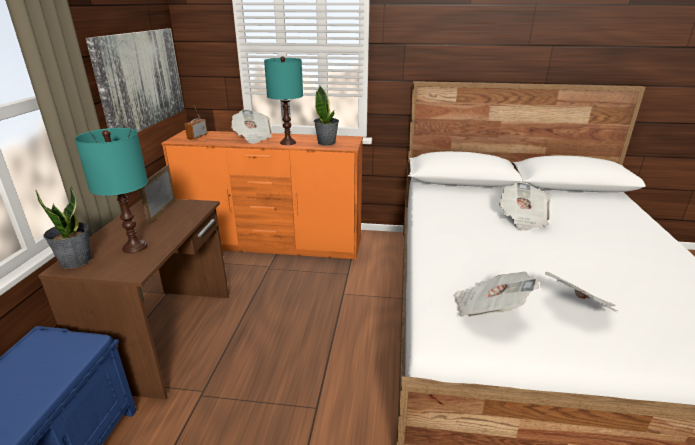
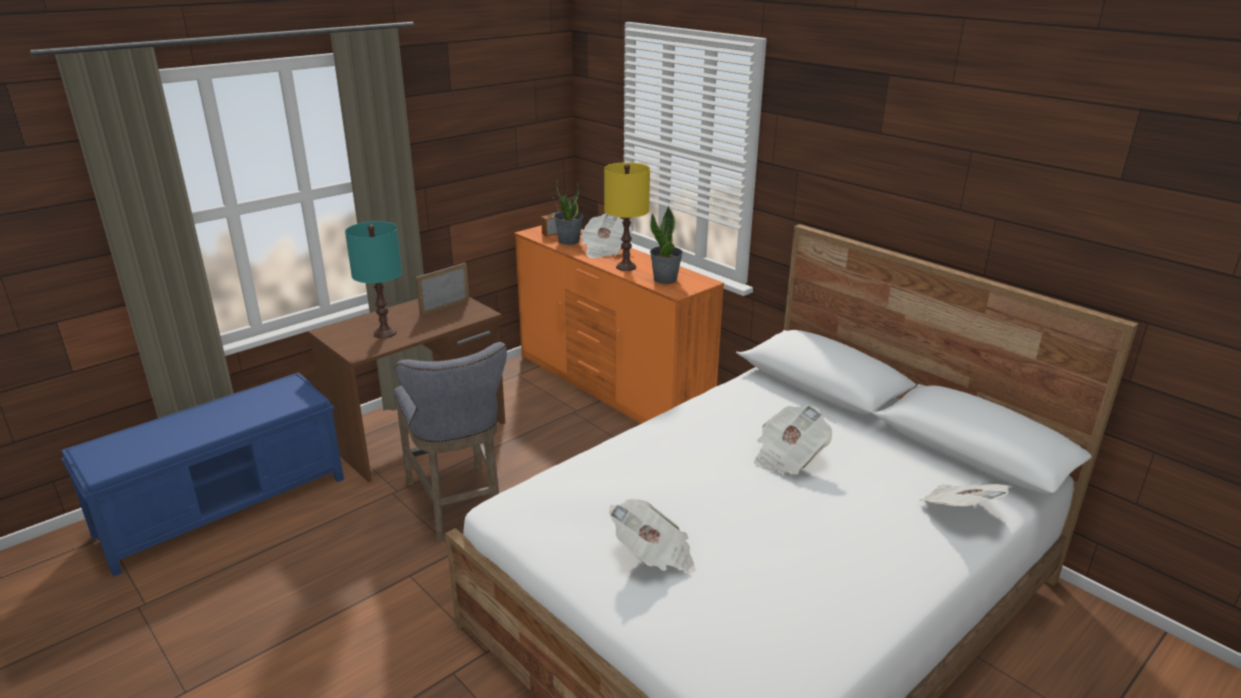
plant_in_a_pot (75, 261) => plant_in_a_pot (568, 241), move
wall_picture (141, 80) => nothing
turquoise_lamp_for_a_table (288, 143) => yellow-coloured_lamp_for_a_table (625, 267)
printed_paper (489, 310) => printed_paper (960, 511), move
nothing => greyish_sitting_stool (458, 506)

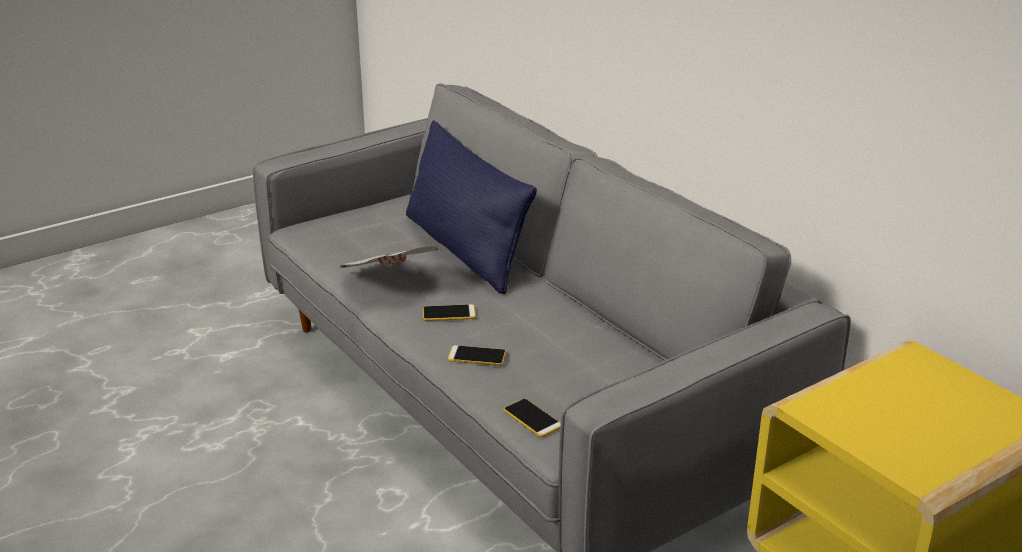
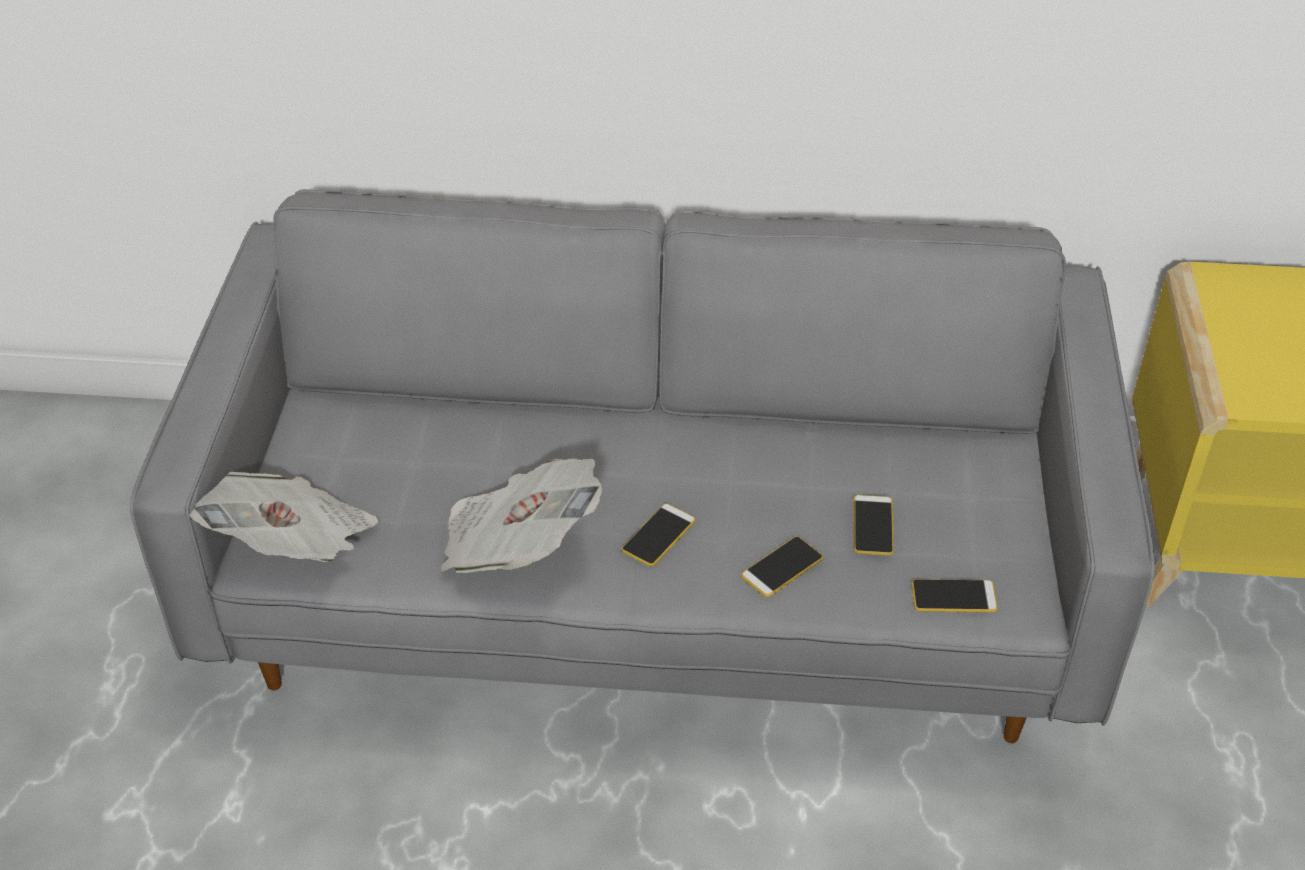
blue-coloured_cushion (464, 249) => nothing
nothing => printed_paper (292, 545)
nothing => phone (873, 526)

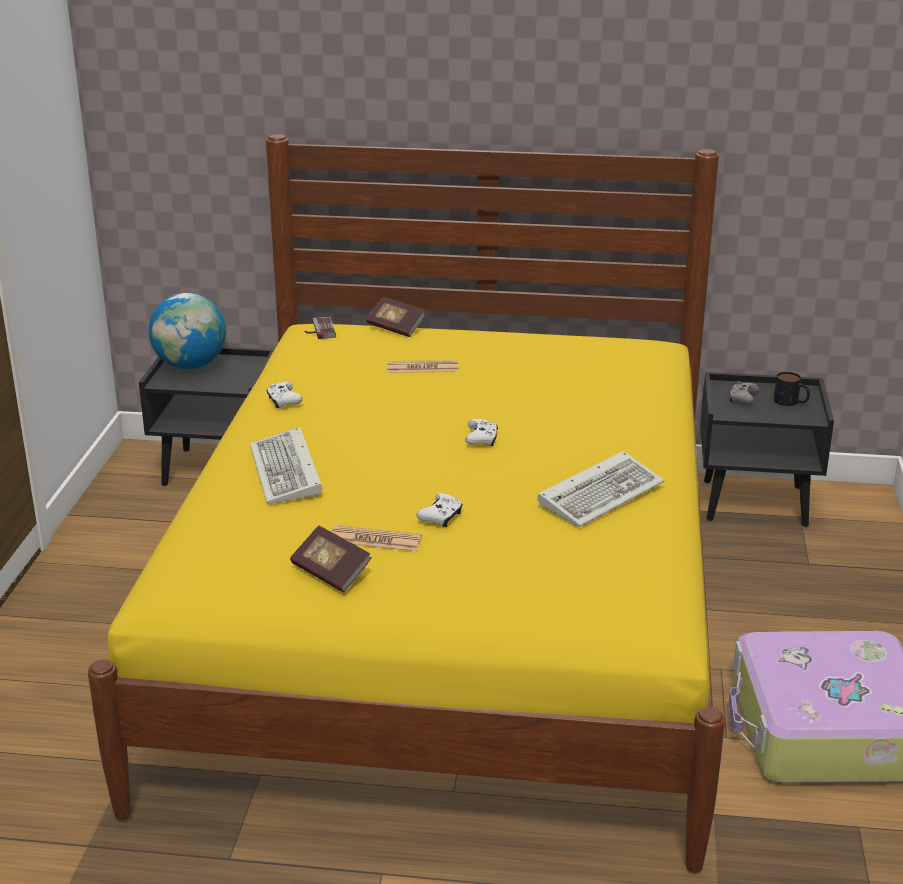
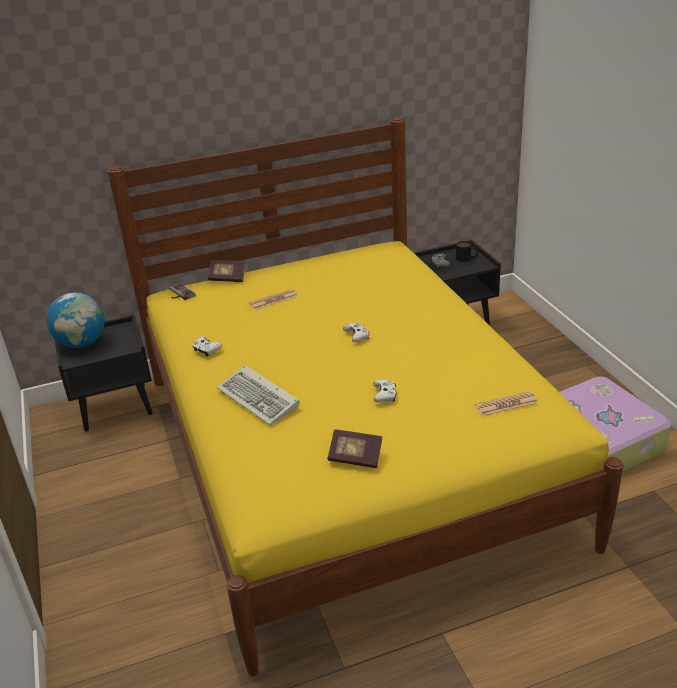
printed_paper (375, 540) => printed_paper (506, 404), move
keyboard (601, 493) => nothing

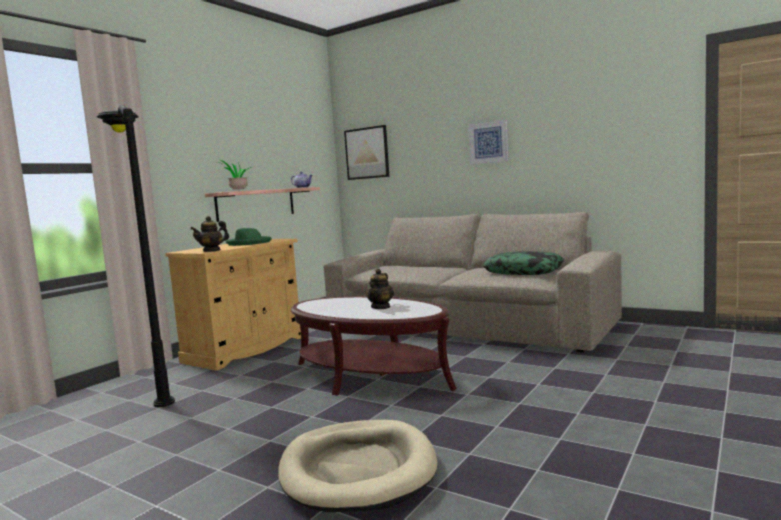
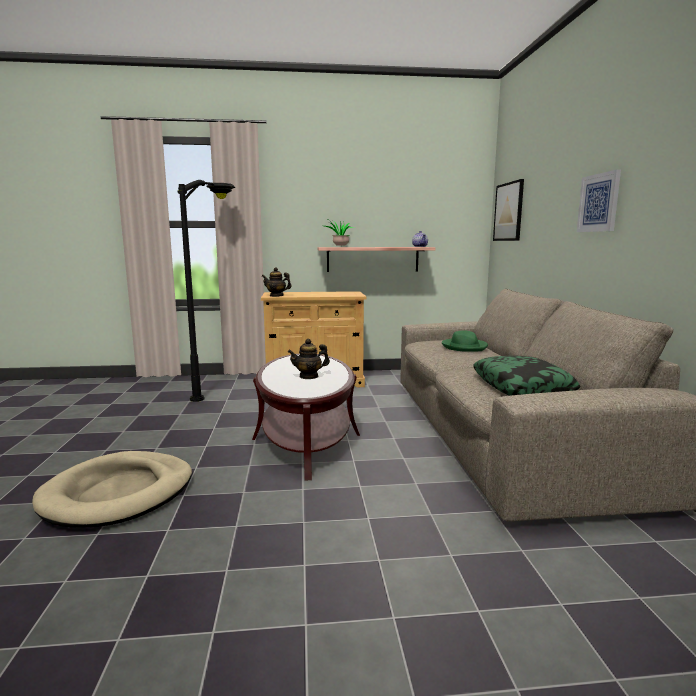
green-coloured_hat (248, 243) => green-coloured_hat (464, 347), move

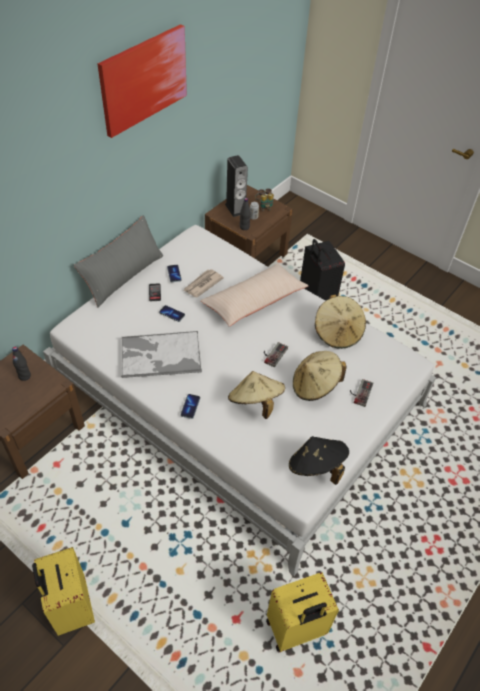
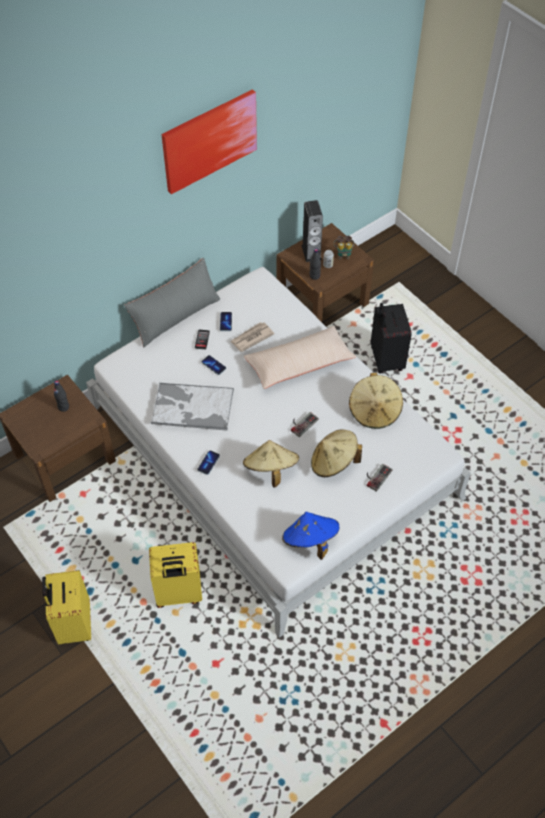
yellow-coloured_travel_case (295, 629) => yellow-coloured_travel_case (178, 594), move
black-coloured_hat (316, 467) => blue-coloured_hat (310, 541)

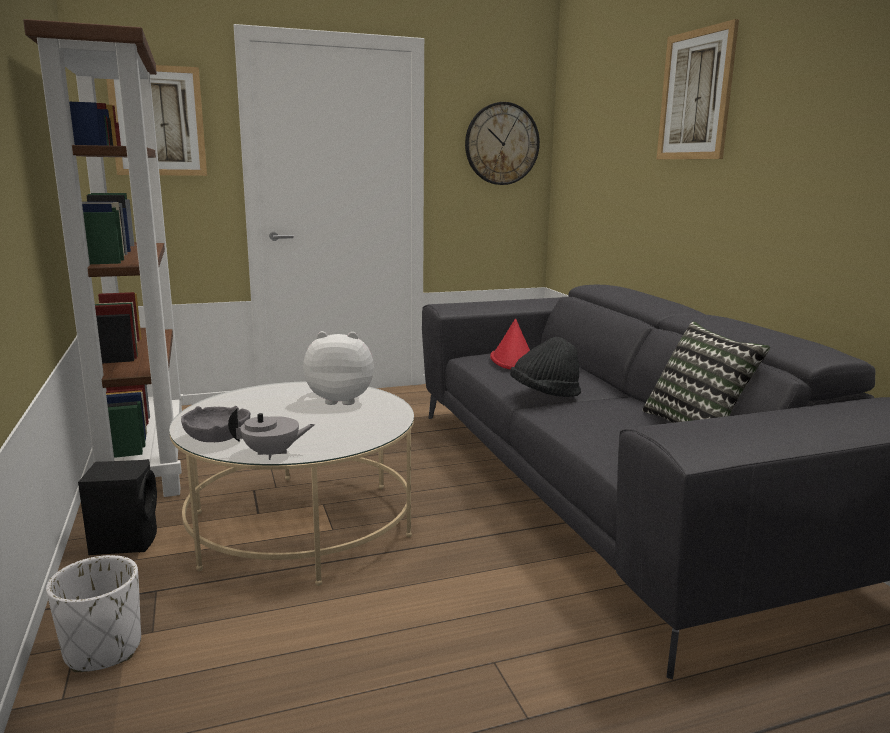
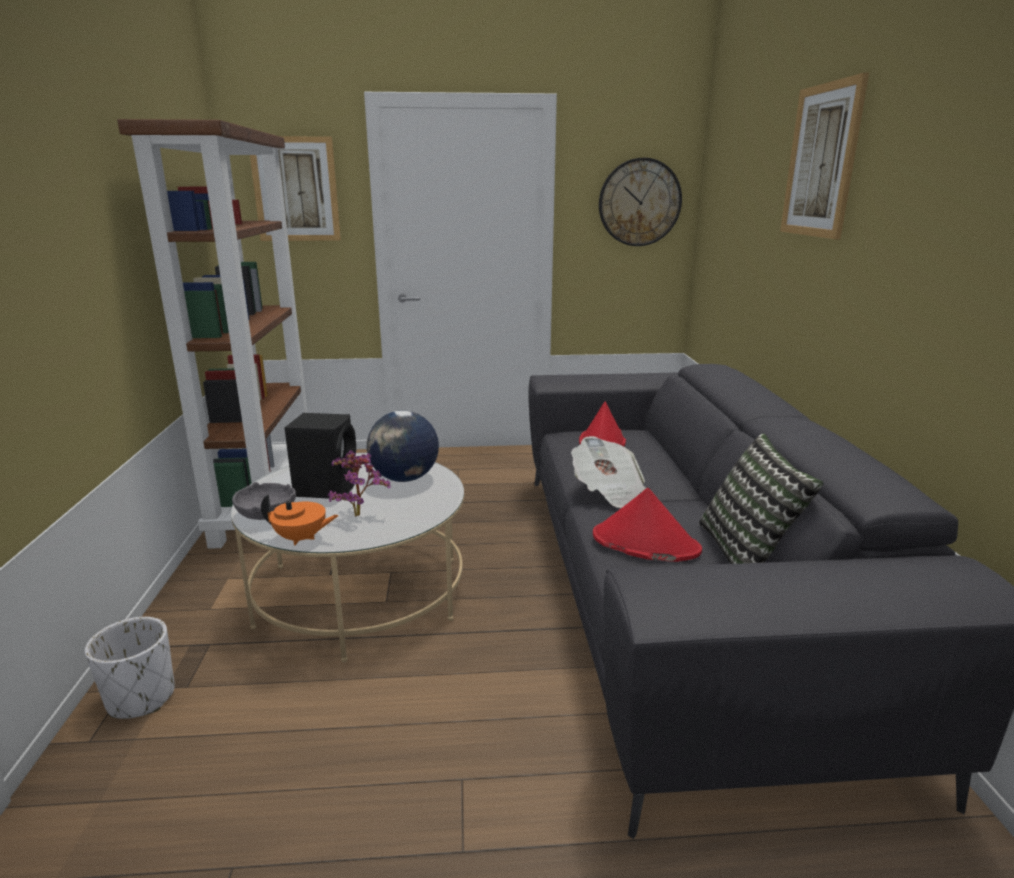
black-coloured_audio_speaker (125, 540) => black-coloured_audio_speaker (327, 488), move
greyish_teapot (272, 454) => orange-coloured_teapot (301, 538)
soft_toy (341, 400) => globe (404, 478)
black-coloured_hat (544, 394) => printed_paper (607, 490)
nothing => plant_in_a_pot (359, 513)
nothing => red-coloured_hat (645, 543)

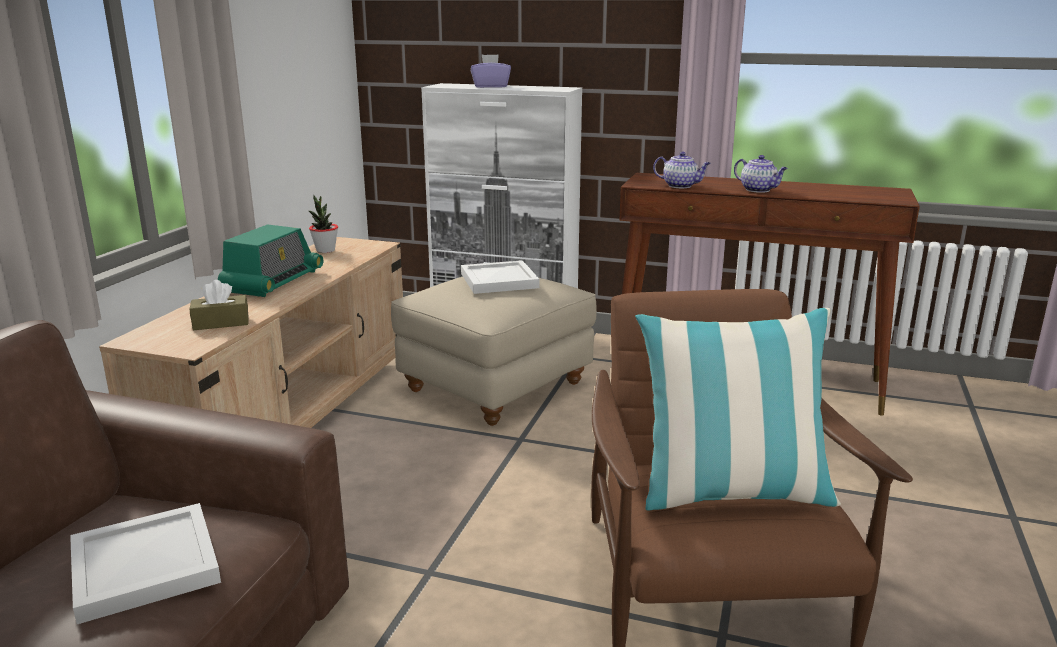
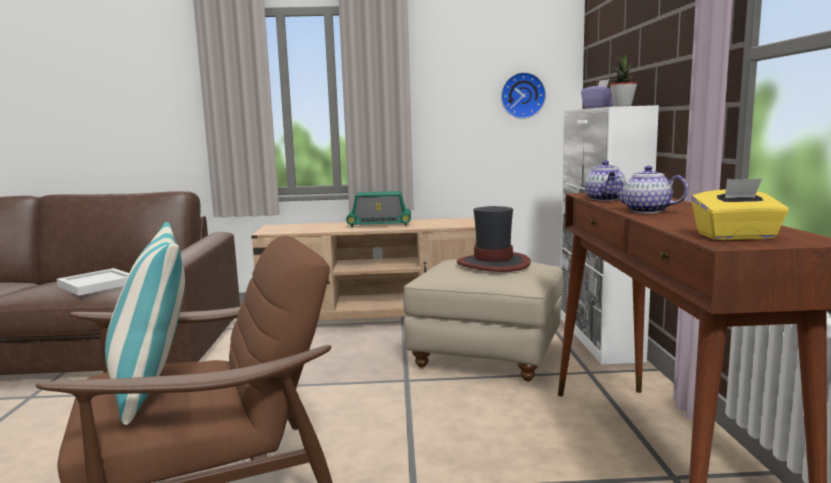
brownish_tissue_box (221, 323) => nothing
plant_in_a_pot (325, 250) => plant_in_a_pot (622, 106), move
white-coloured_tray (500, 281) => hat (493, 264)
teapot (759, 190) => teapot (645, 211), 105 degrees clockwise
nothing => clock_on_the_wall (522, 95)
nothing => yellow-coloured_tissue_box (736, 236)

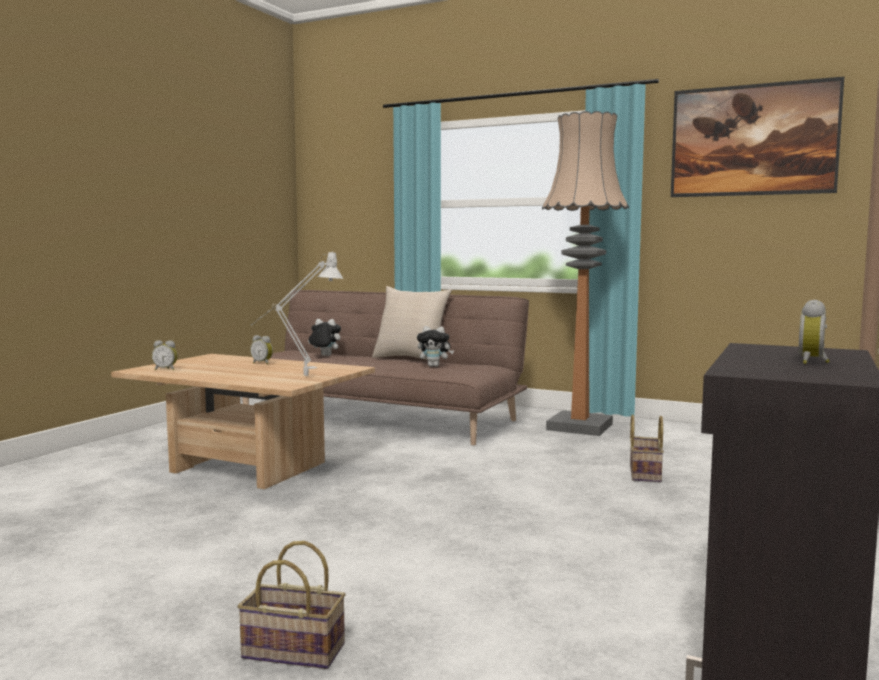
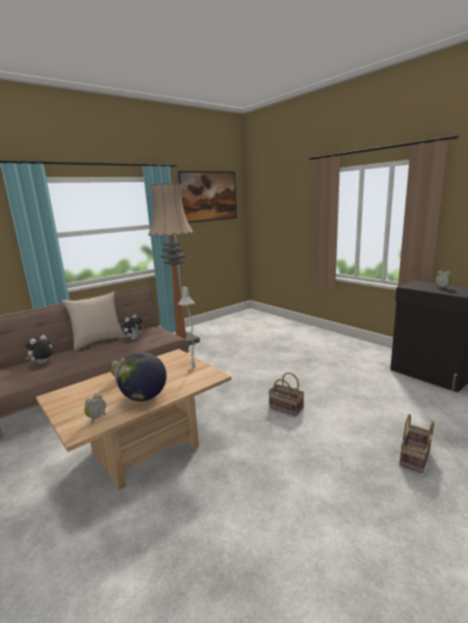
household_basket (643, 473) => household_basket (285, 407), move
nothing => globe (144, 397)

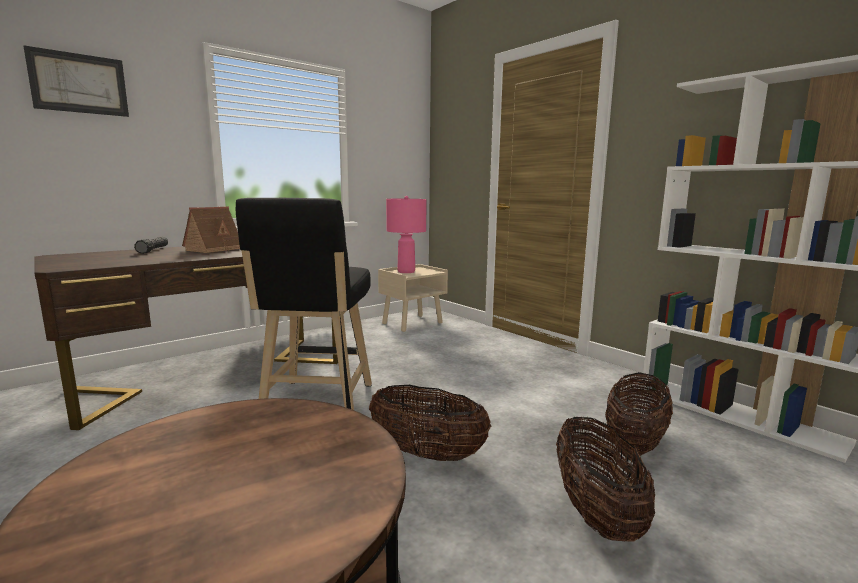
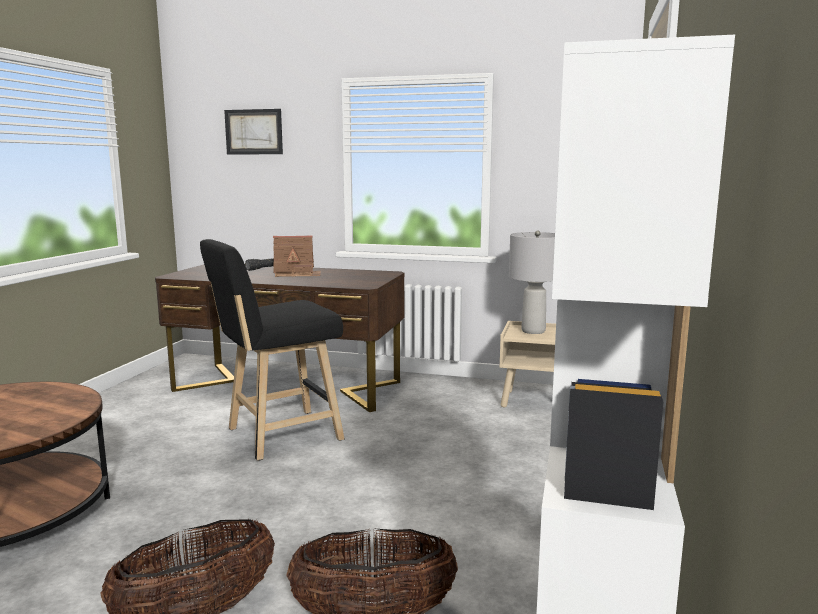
household_basket (427, 454) => nothing
pink-coloured_lamp_for_a_table (406, 271) => greyish_lamp_for_a_table (533, 331)

